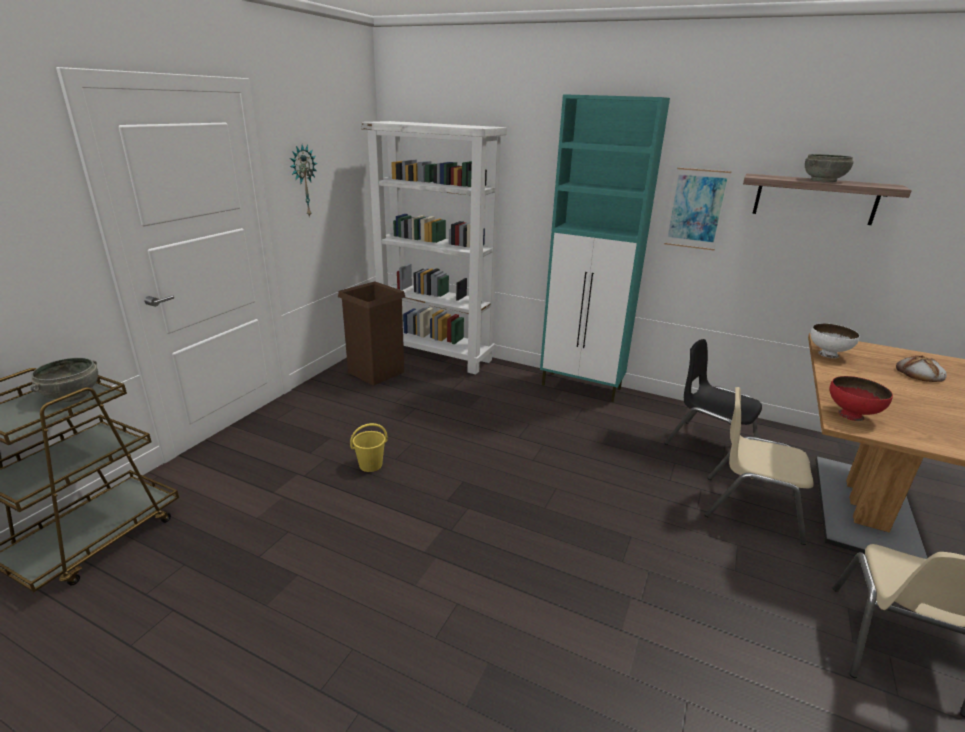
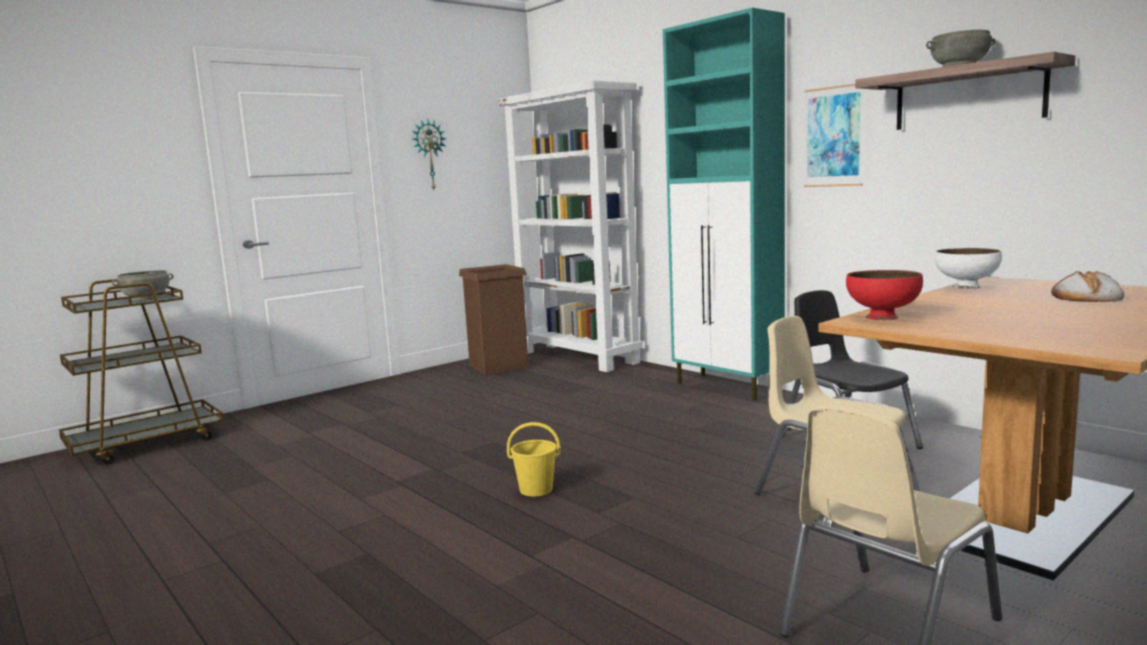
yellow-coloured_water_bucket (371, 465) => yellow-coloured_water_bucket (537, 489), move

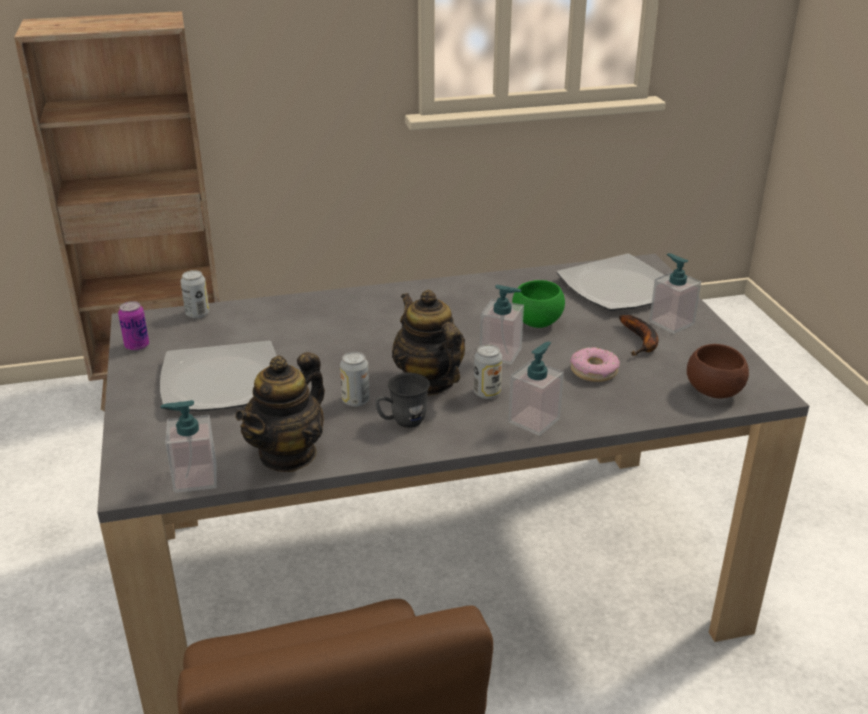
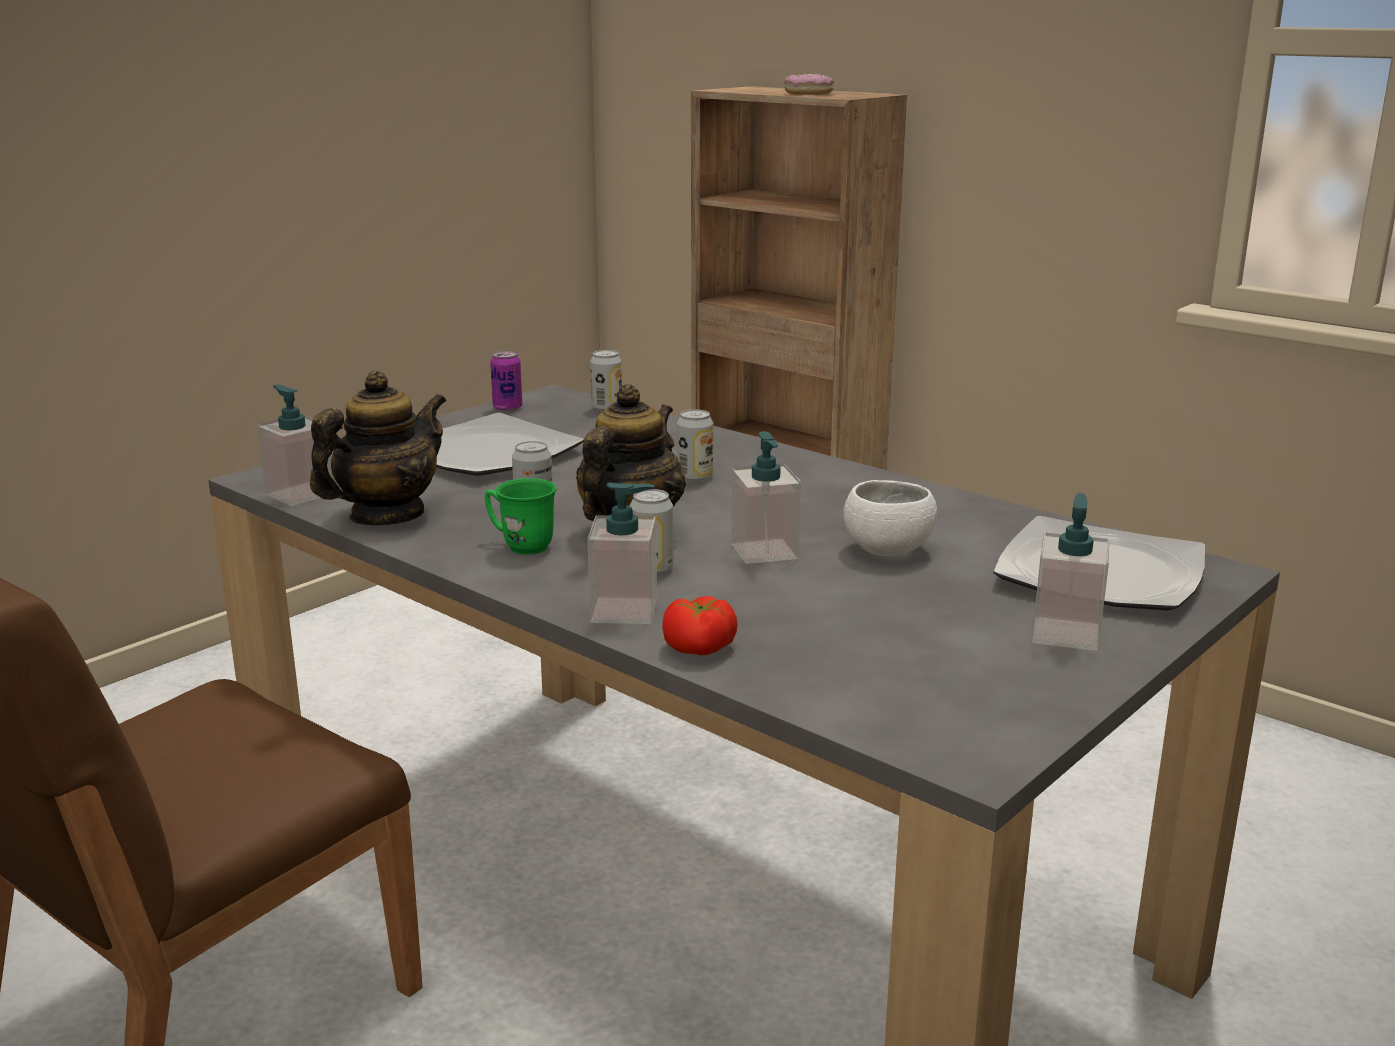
teapot (288, 454) => teapot (386, 515), 135 degrees clockwise
greyish_mug (402, 422) => green-coloured_mug (520, 545)
green-coloured_bowl (537, 322) => white-coloured_bowl (888, 550)
ring_doughnut (594, 371) => ring_doughnut (808, 93), move
banana_fruit (641, 341) => nothing
brownish_bowl (713, 392) => nothing
nothing => tomato (700, 649)
nothing => sealed_can (695, 477)

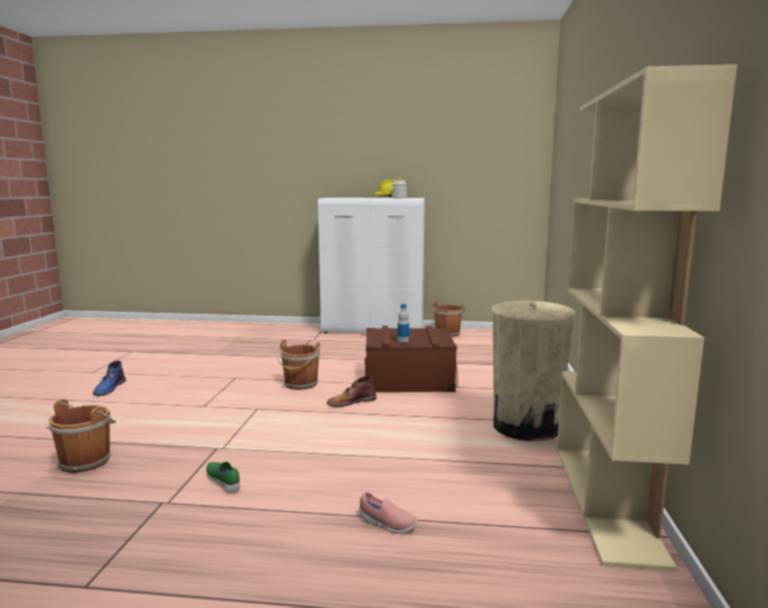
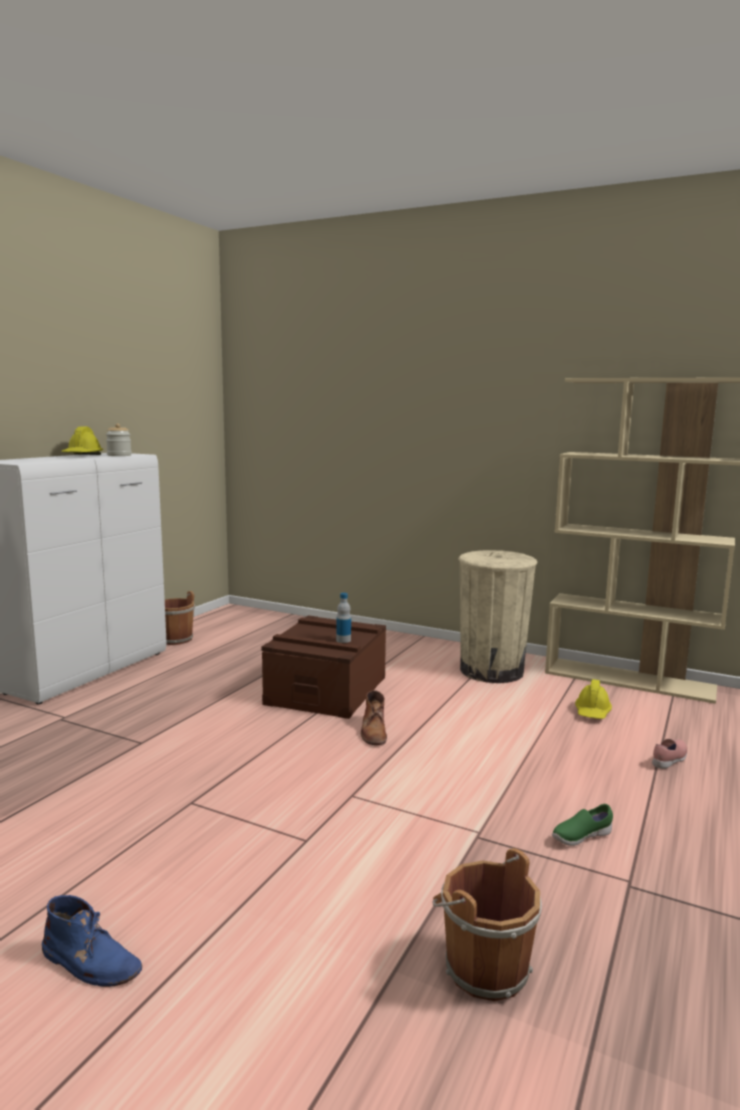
brownish_water_bucket (300, 384) => nothing
nothing => yellow-coloured_hard_hat (592, 712)

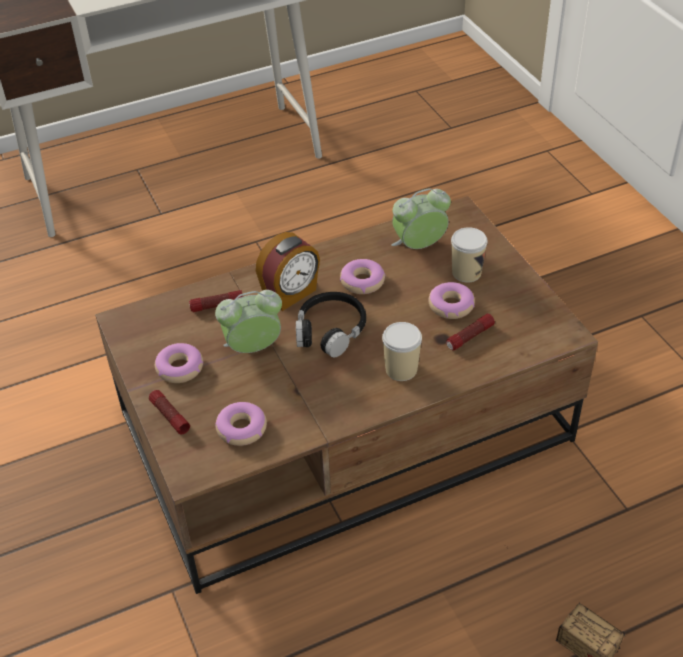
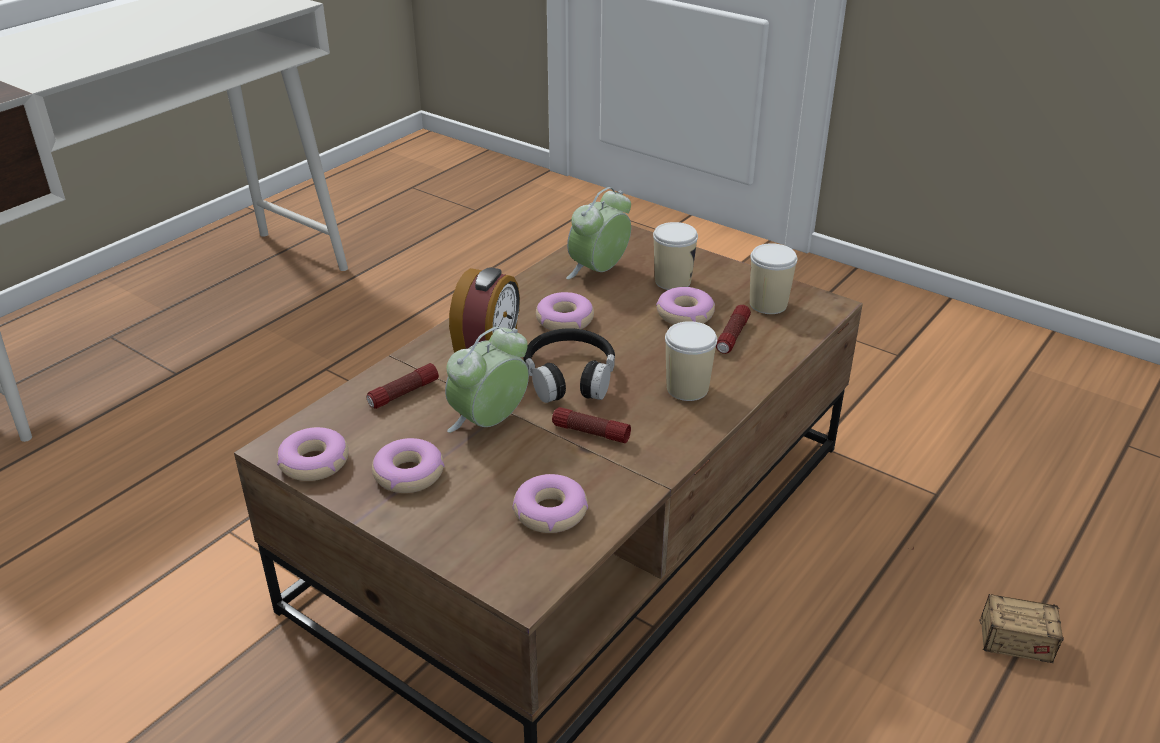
torch (169, 416) => torch (590, 433), move
nothing => ring_doughnut (314, 463)
nothing => drinking_cup (768, 304)

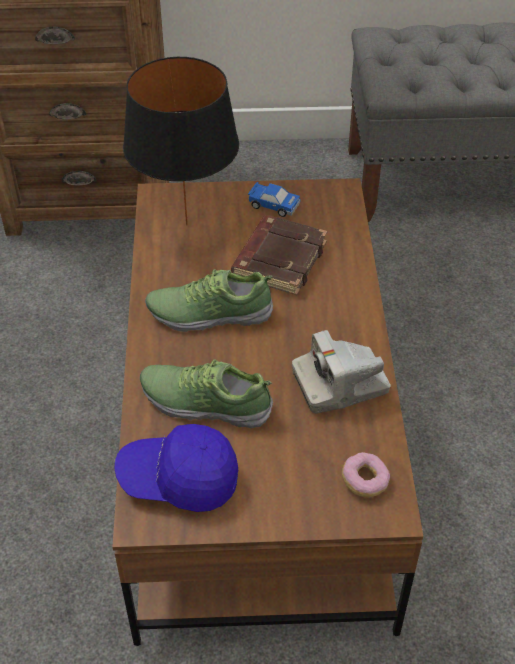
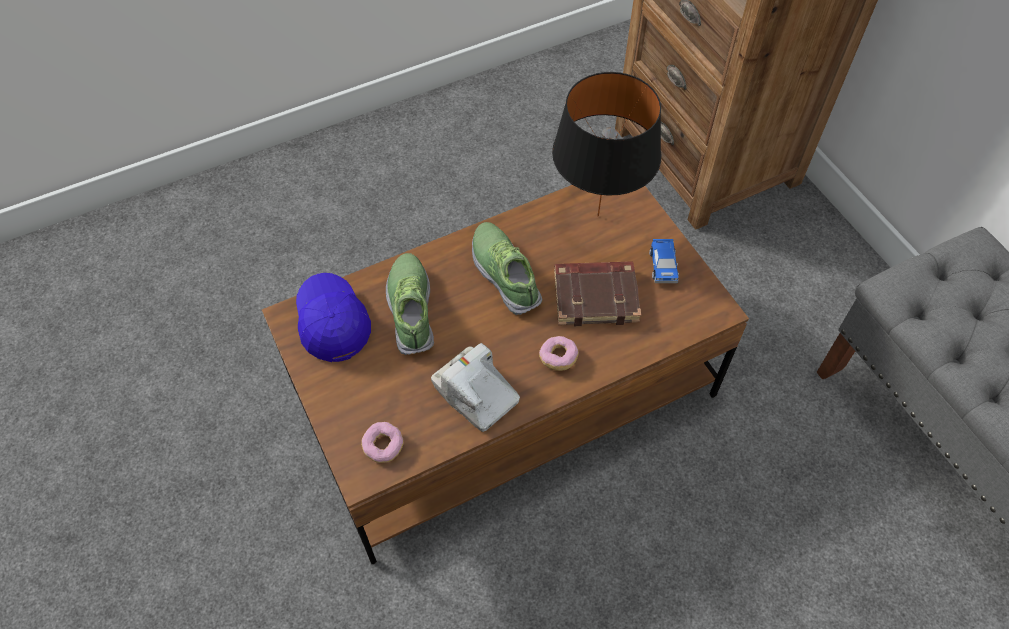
nothing => ring_doughnut (558, 358)

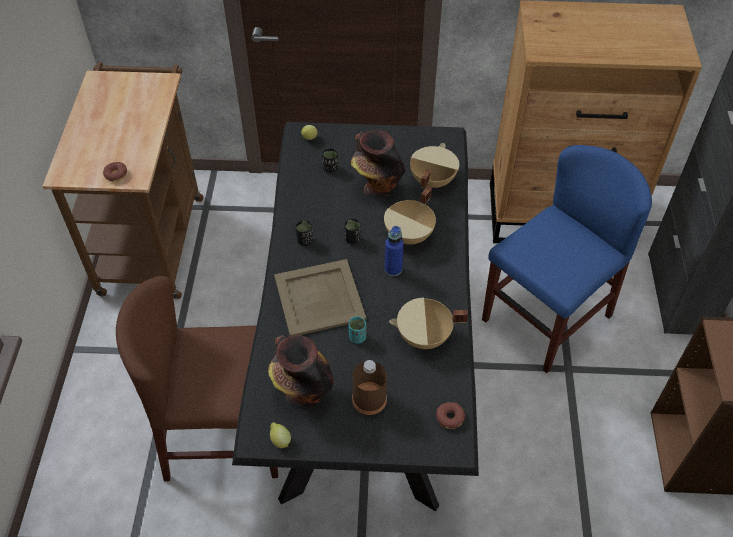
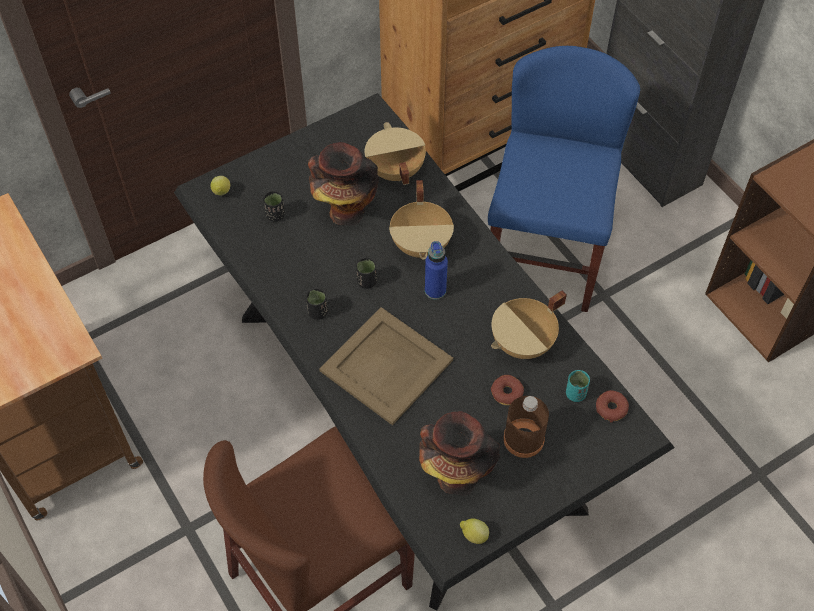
ring_doughnut (116, 174) => ring_doughnut (507, 393), move
turquoise_drinking_cup (357, 337) => turquoise_drinking_cup (575, 394), move

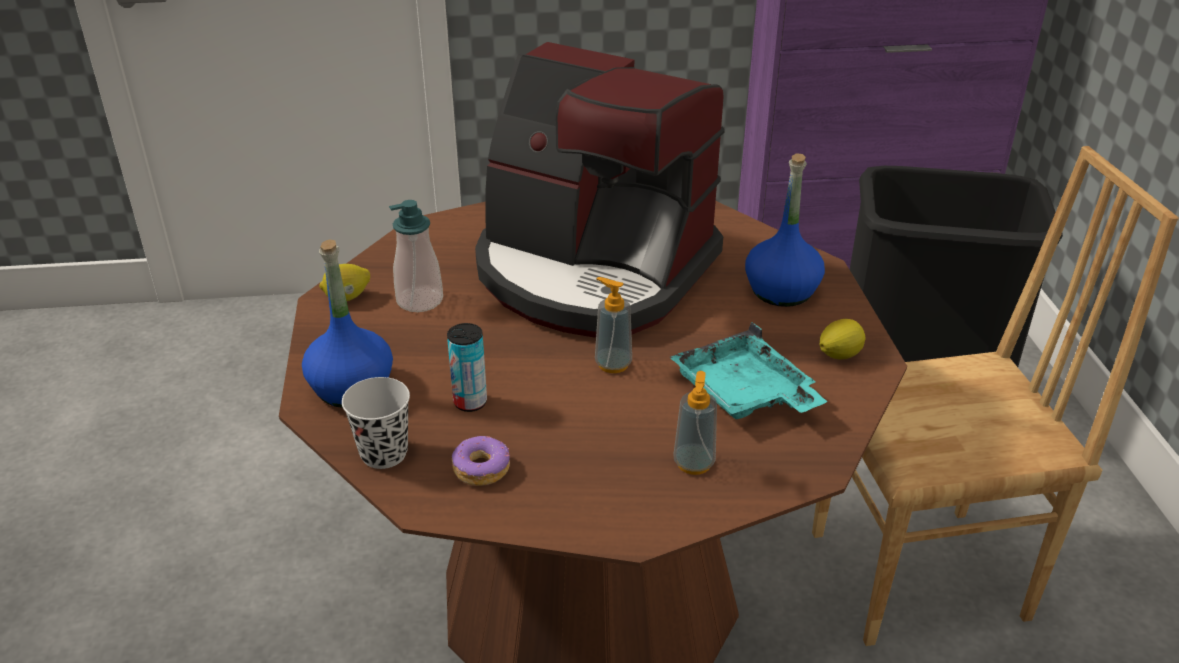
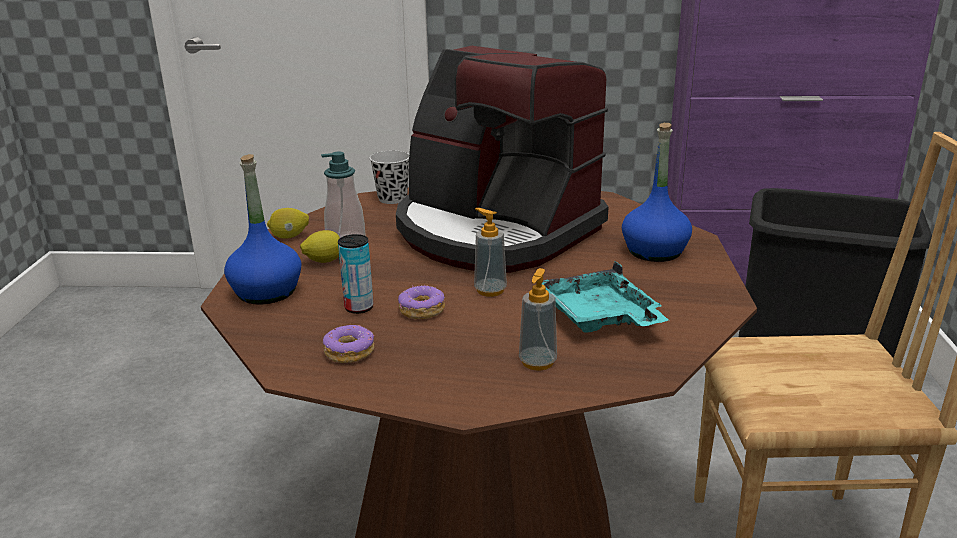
black-coloured_drinking_cup (384, 453) => black-coloured_drinking_cup (392, 199), move
lemon (838, 355) => lemon (324, 261), move
nothing => ring_doughnut (421, 310)

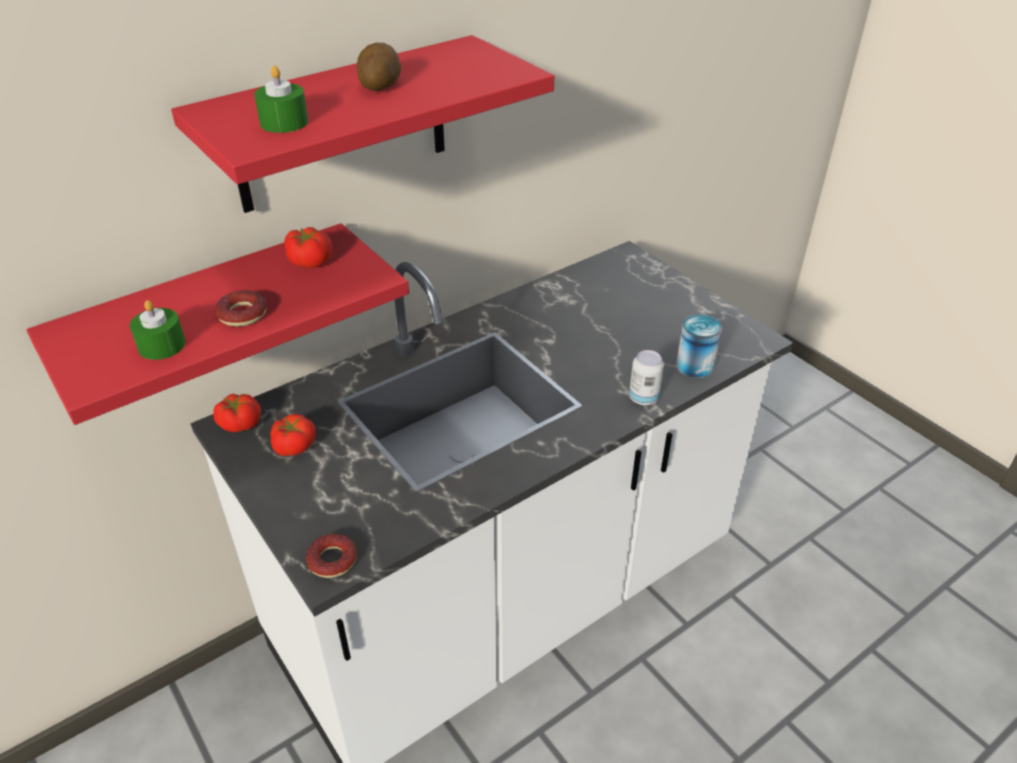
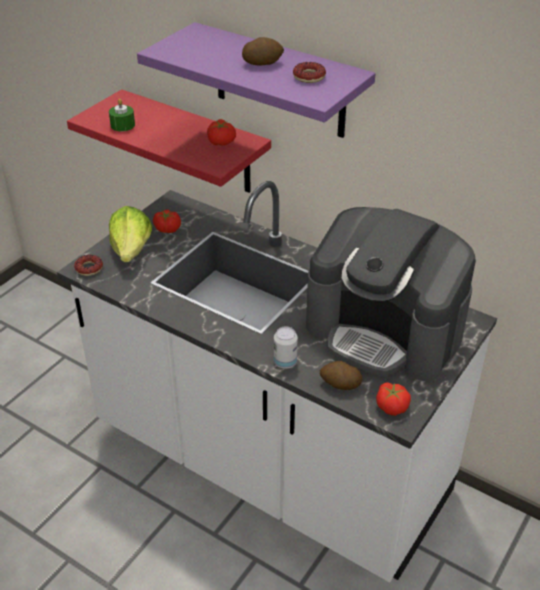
red-coloured_shelf (342, 125) => purple_shelf (280, 81)
tomato (240, 423) => tomato (392, 406), move
ring_doughnut (243, 314) => ring_doughnut (309, 77), move
green-coloured_candle (284, 122) => nothing
sealed_can (695, 366) => spud (340, 384)
nothing => head_of_lettuce (132, 250)
nothing => coffee_maker (385, 330)

